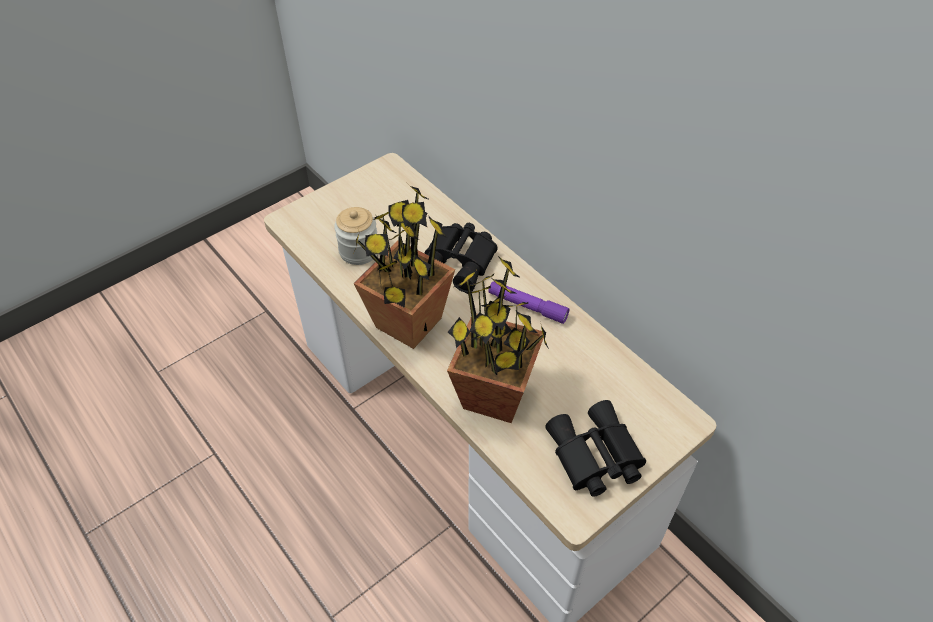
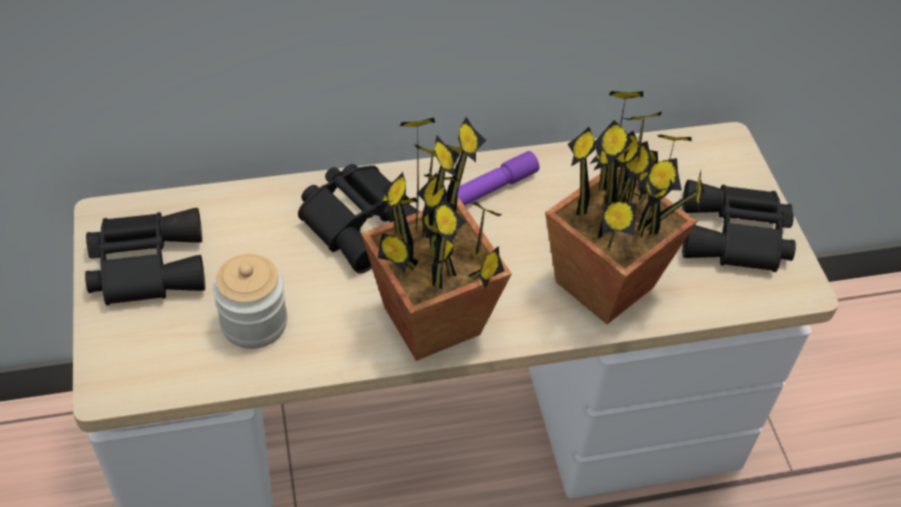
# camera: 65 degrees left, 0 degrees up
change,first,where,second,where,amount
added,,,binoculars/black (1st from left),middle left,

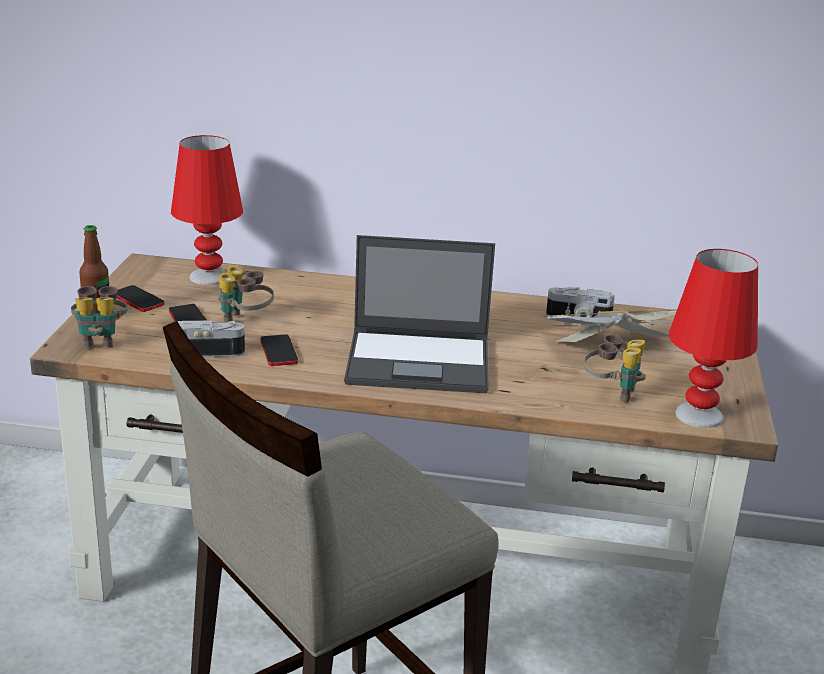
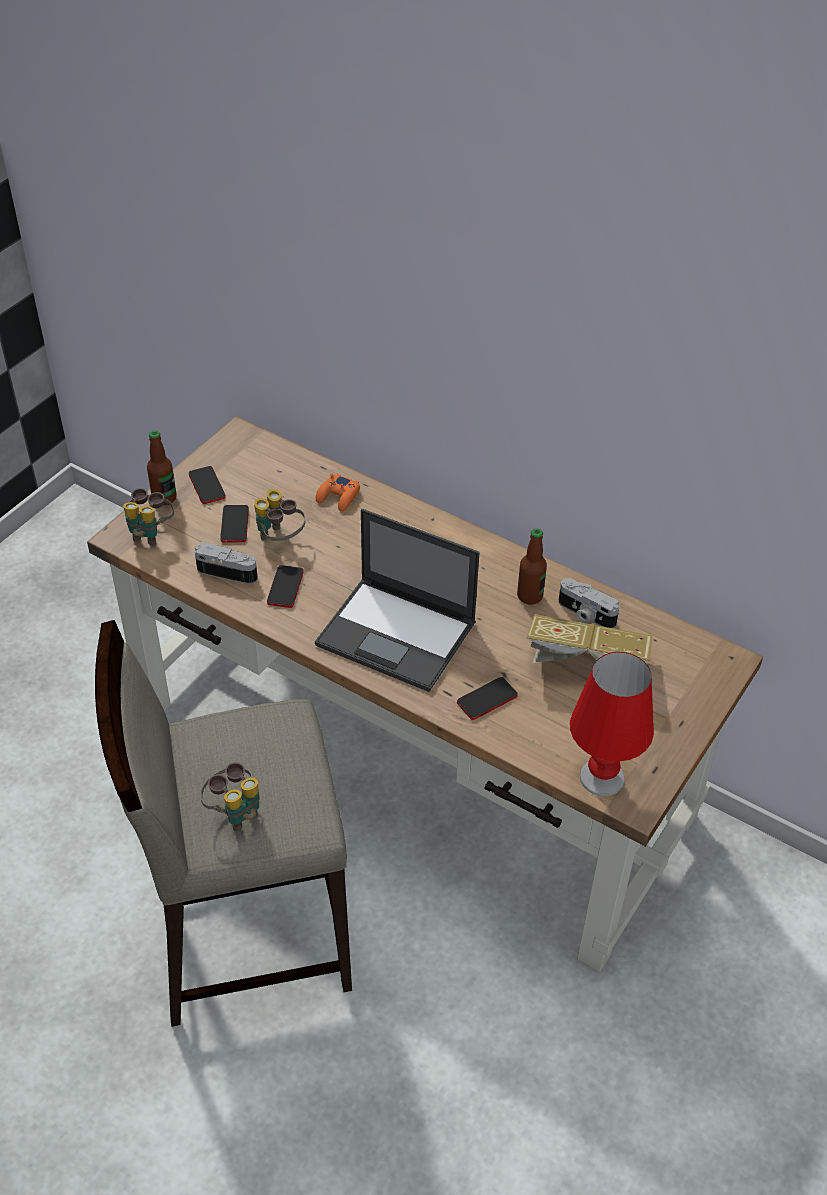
# camera: 25 degrees right, 20 degrees up
change,first,where,second,where,amount
removed,table lamp/red (1st from left),top left,,,
added,,,game controller/orange,centre,
added,,,phone (4th from left),centre,
added,,,bottle (2nd from left),centre,
moved,binoculars (3rd from left in the first image),middle right,binoculars (2nd from left),middle left,

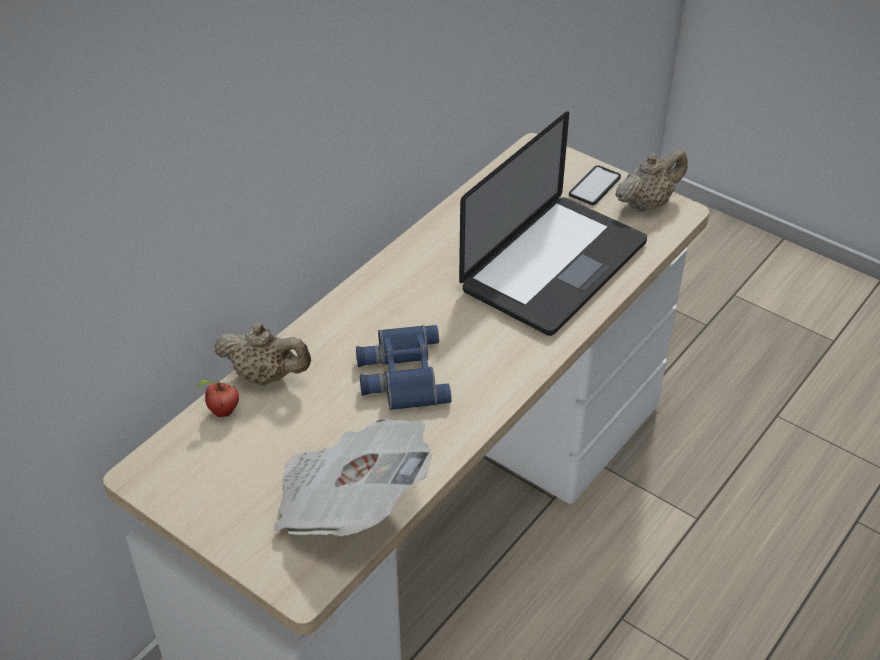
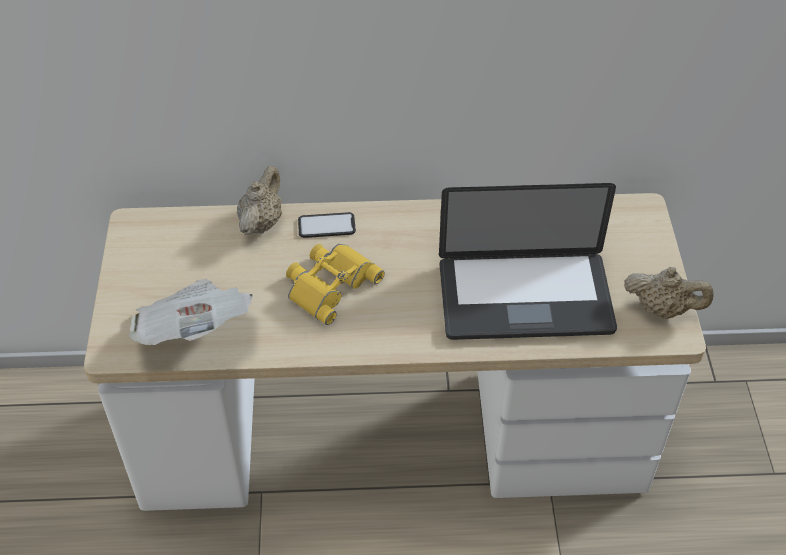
# camera: 50 degrees right, 5 degrees up
change,first,where,second,where,amount
removed,apple,middle left,,,
moved,phone,top right,,centre,
recoloured,binoculars/blue,centre,binoculars/yellow,centre,
turned,teapot/beige (1st from left),middle left,,middle left,135 degrees counterclockwise

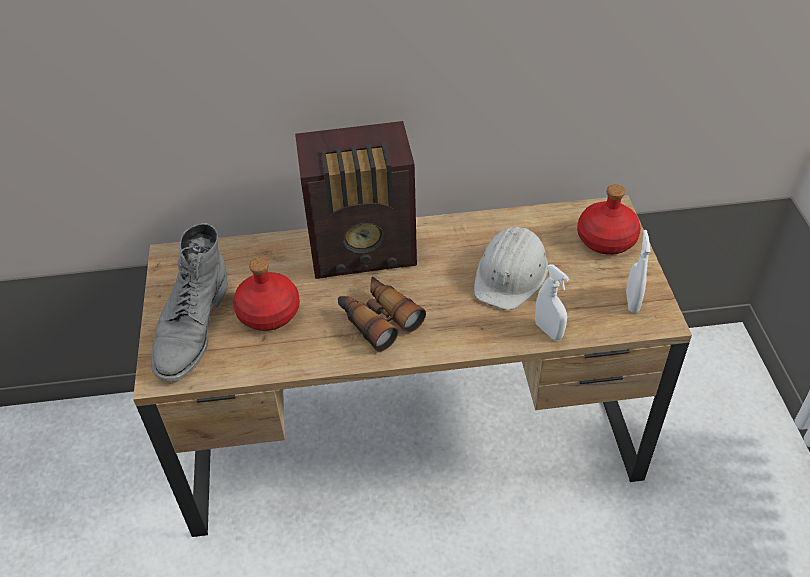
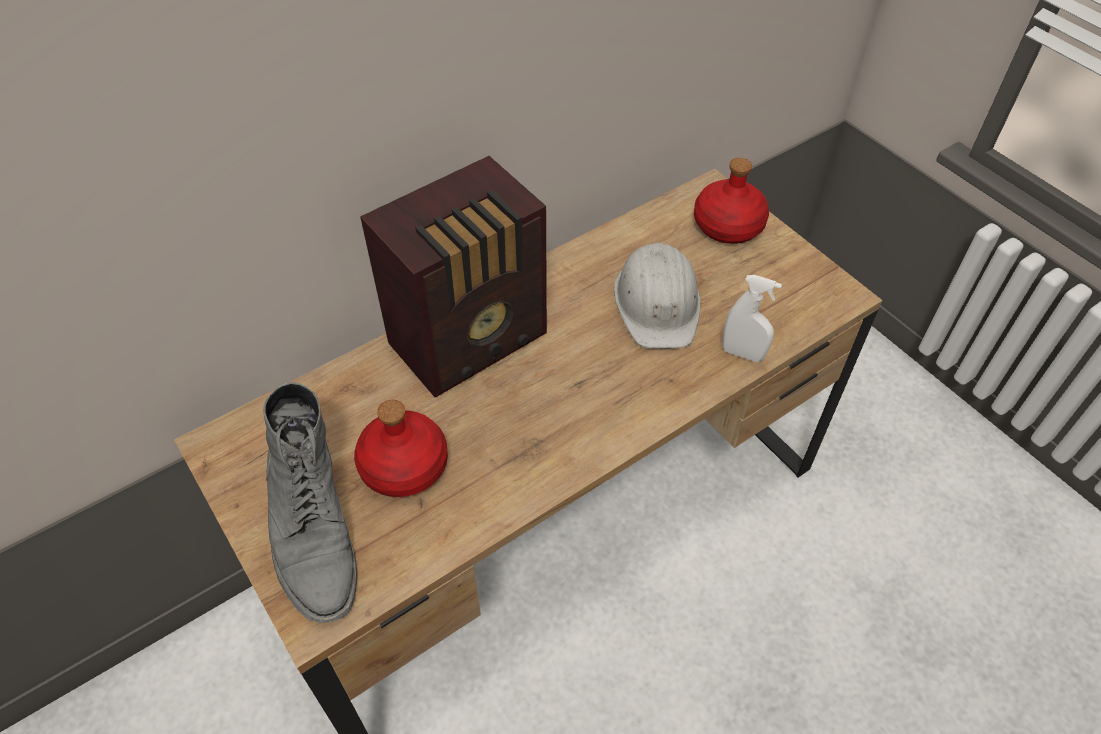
# camera: 30 degrees left, 5 degrees up
change,first,where,second,where,amount
removed,binoculars,centre,,,
removed,spray bottle/white (2nd from left),middle right,,,

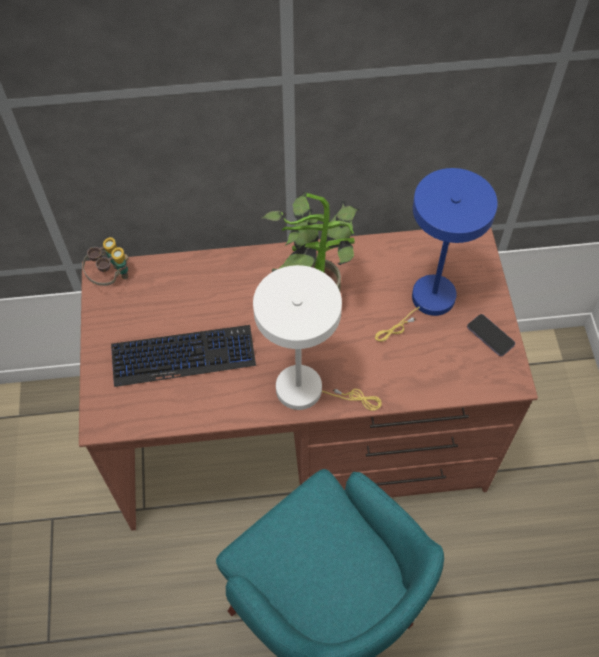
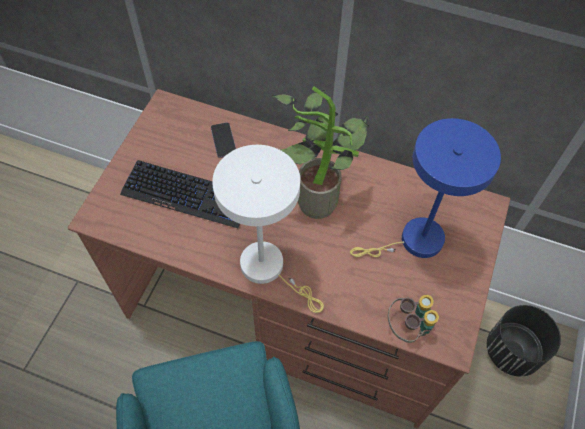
# camera: 25 degrees right, 0 degrees up
change,first,where,second,where,amount
added,,,planter/black,bottom right,
moved,binoculars,middle left,,bottom right,
moved,phone,middle right,,top centre,

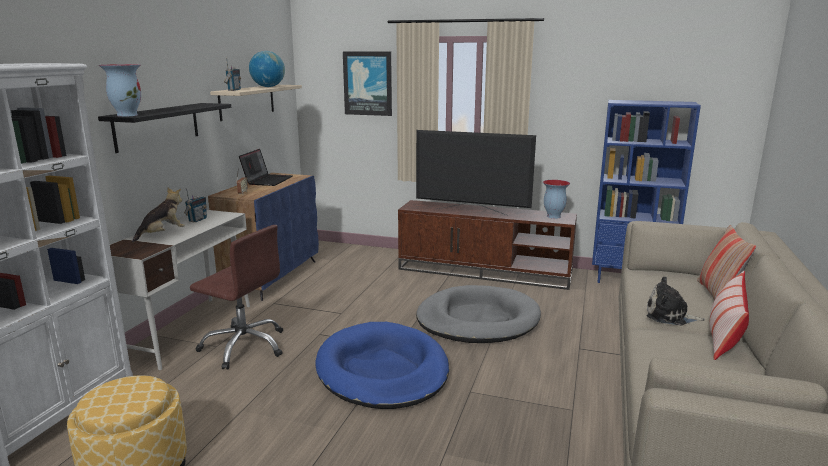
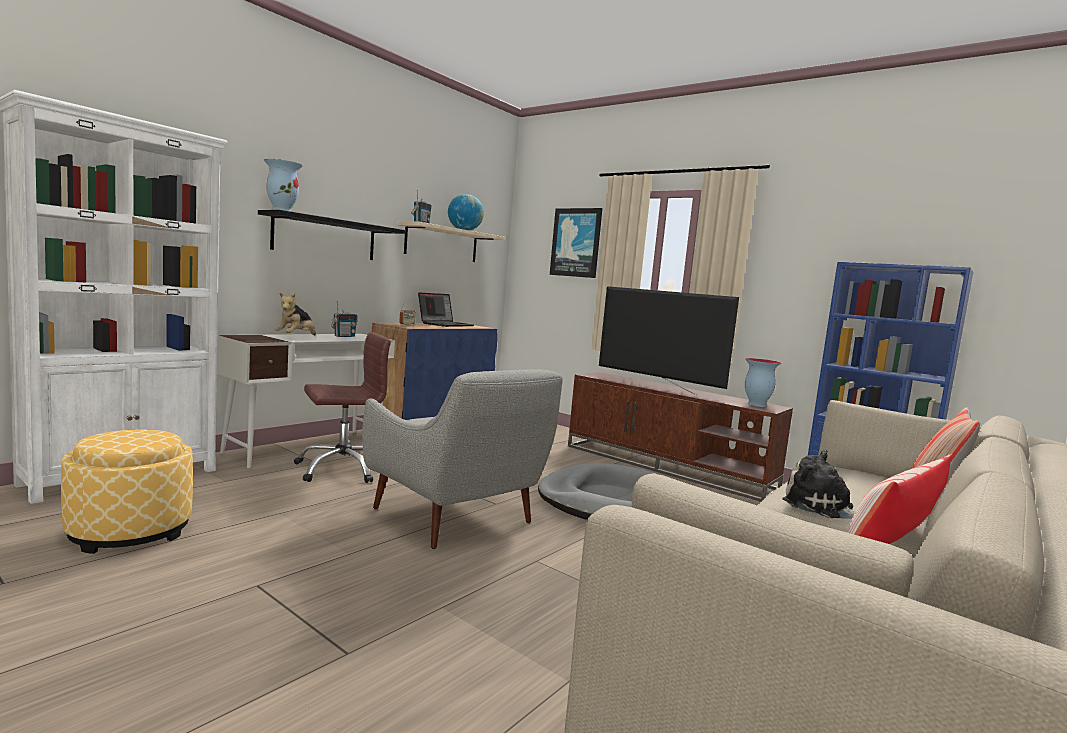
# camera: 20 degrees right, 10 degrees down
change,first,where,second,where,amount
replaced,dog bed/blue,bottom centre,armchair/grey,centre,
turned,plush toy (1st from left),middle left,,middle left,135 degrees clockwise
turned,office chair/brown,middle left,,middle left,75 degrees counterclockwise

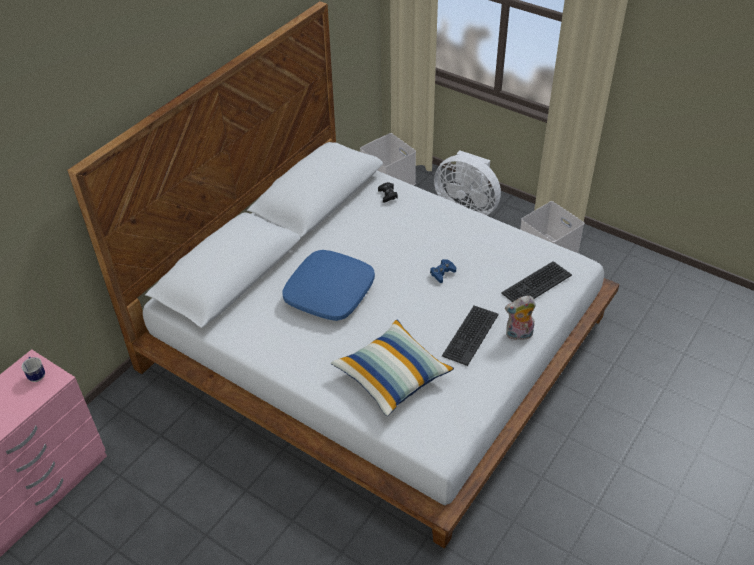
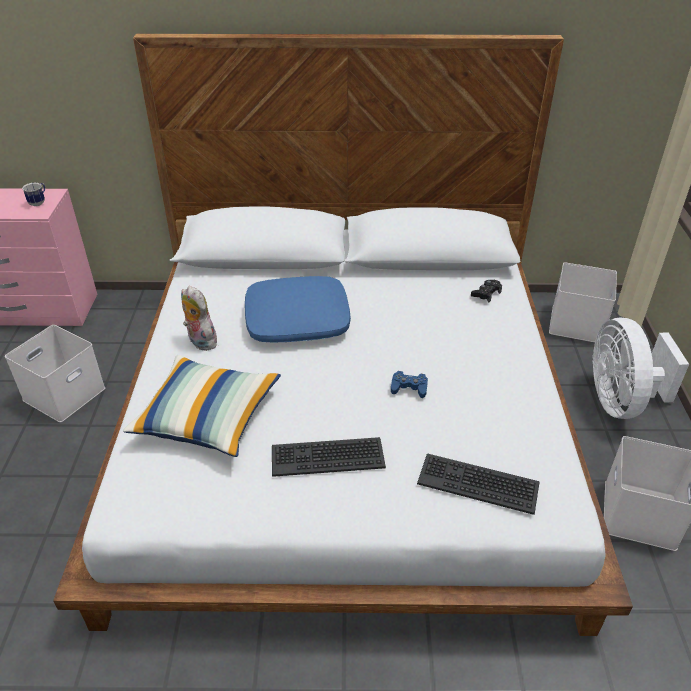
# camera: 55 degrees right, 5 degrees down
change,first,where,second,where,amount
added,,,storage box/white (1st from left),middle left,
moved,plush toy,middle right,,middle left,

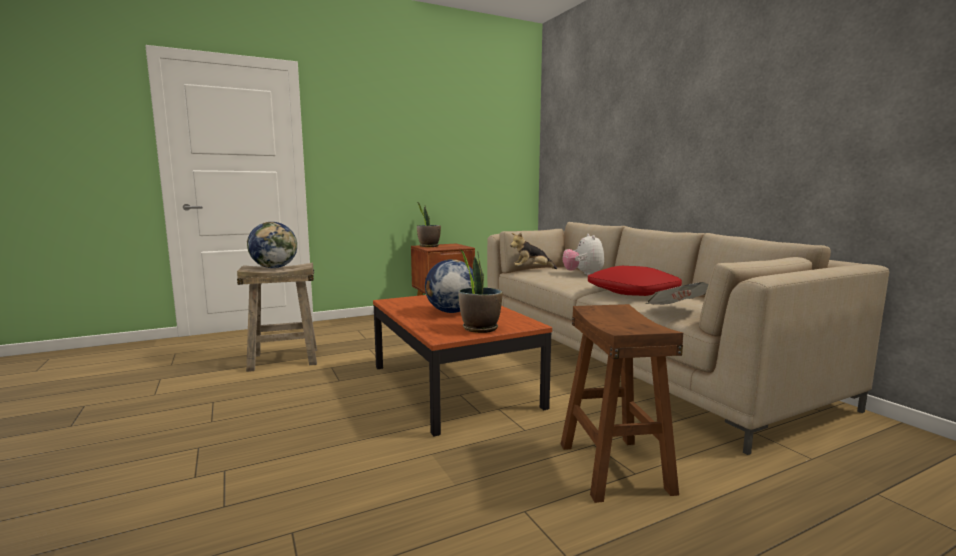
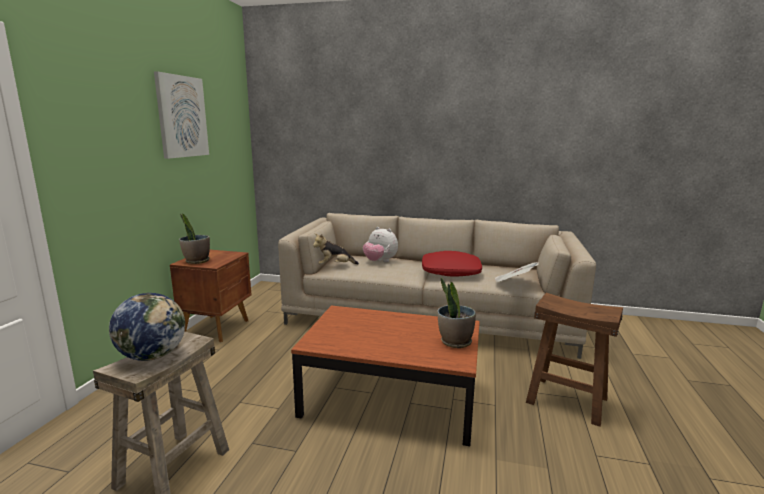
# camera: 50 degrees left, 5 degrees up
change,first,where,second,where,amount
removed,globe (2nd from left),centre,,,
added,,,picture,top left,
turned,plush toy (1st from left),centre,,centre,45 degrees clockwise

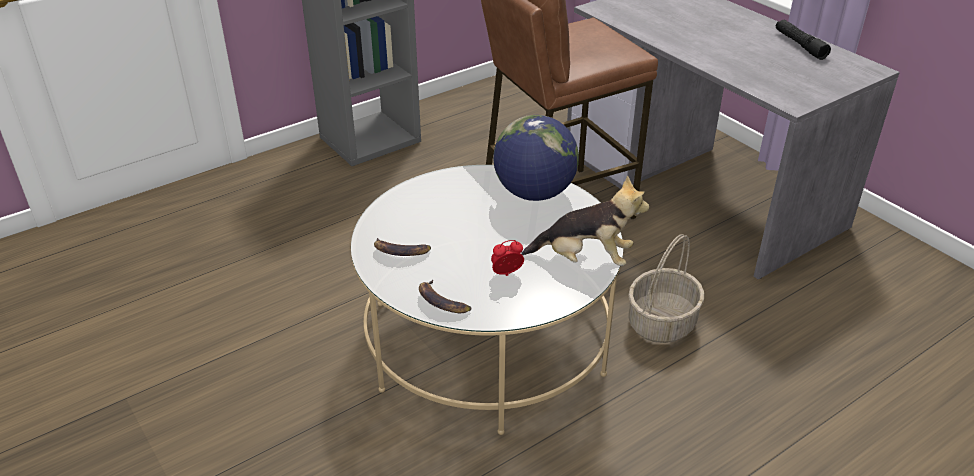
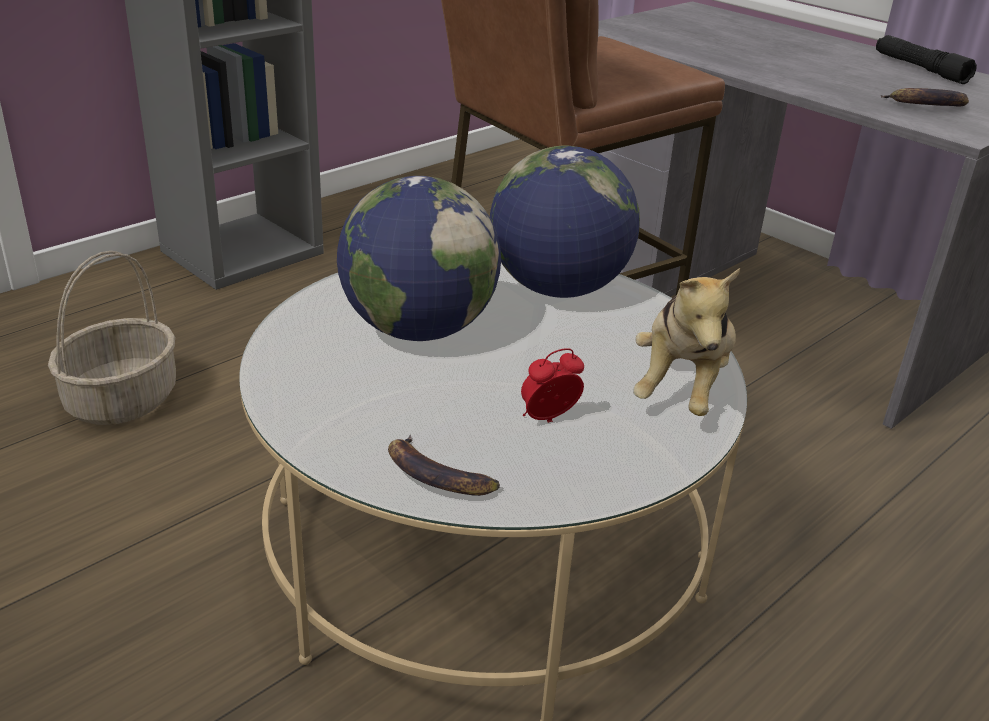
# camera: 10 degrees left, 5 degrees down
change,first,where,second,where,amount
added,,,globe (1st from left),centre,
moved,banana (1st from left in the first image),centre,banana (2nd from left),top right,
moved,basket,middle right,,middle left,
turned,plush toy,centre,,middle right,105 degrees clockwise

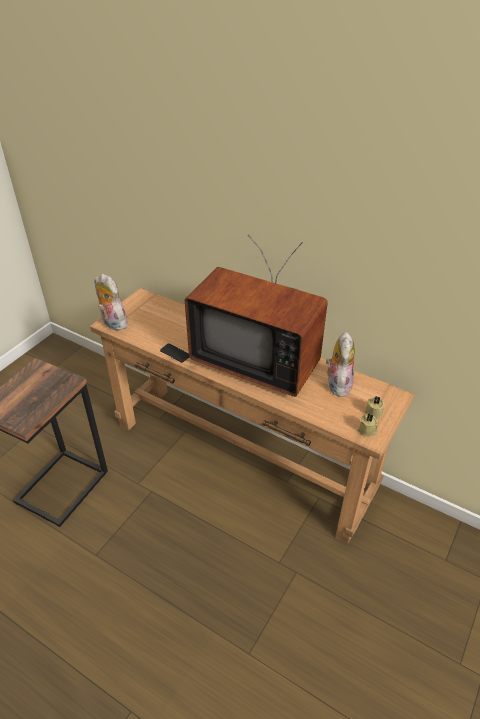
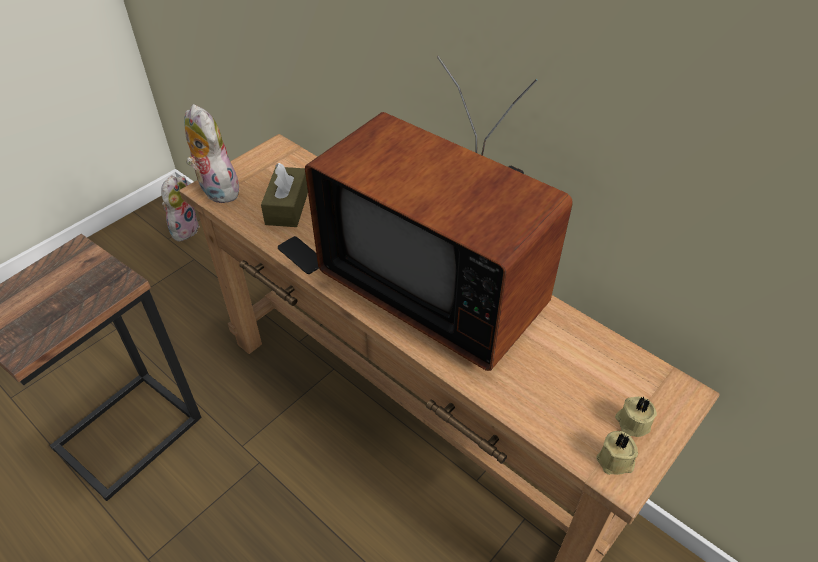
# camera: 10 degrees right, 5 degrees up
change,first,where,second,where,amount
added,,,tissue box/brown,centre,
moved,plush toy (2nd from left in the first image),middle right,plush toy (1st from left),middle left,

